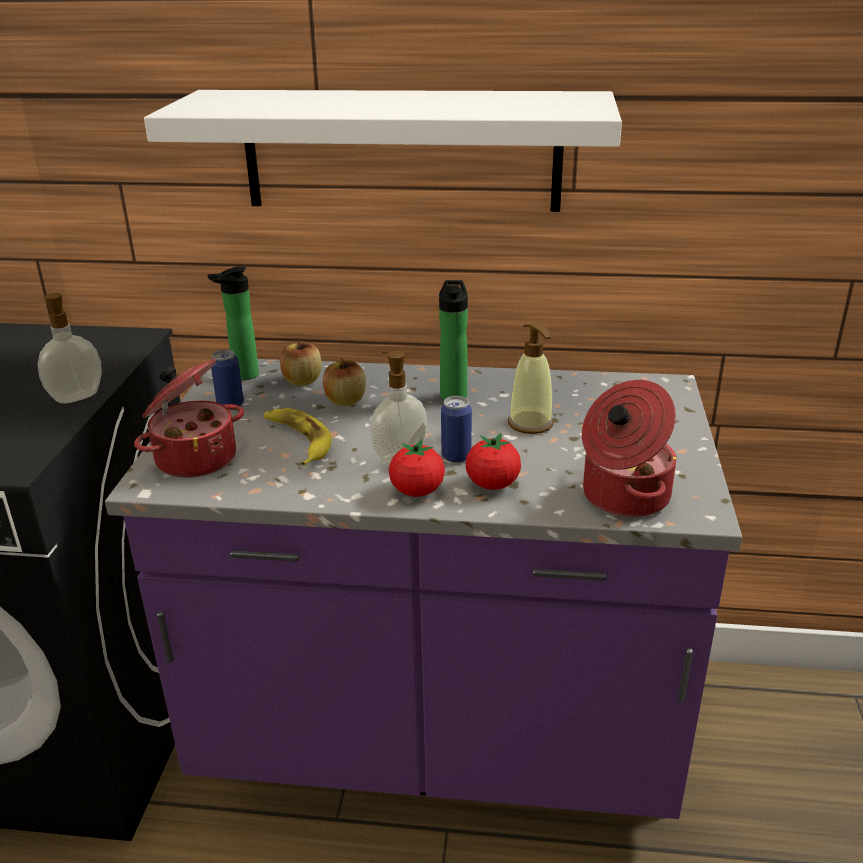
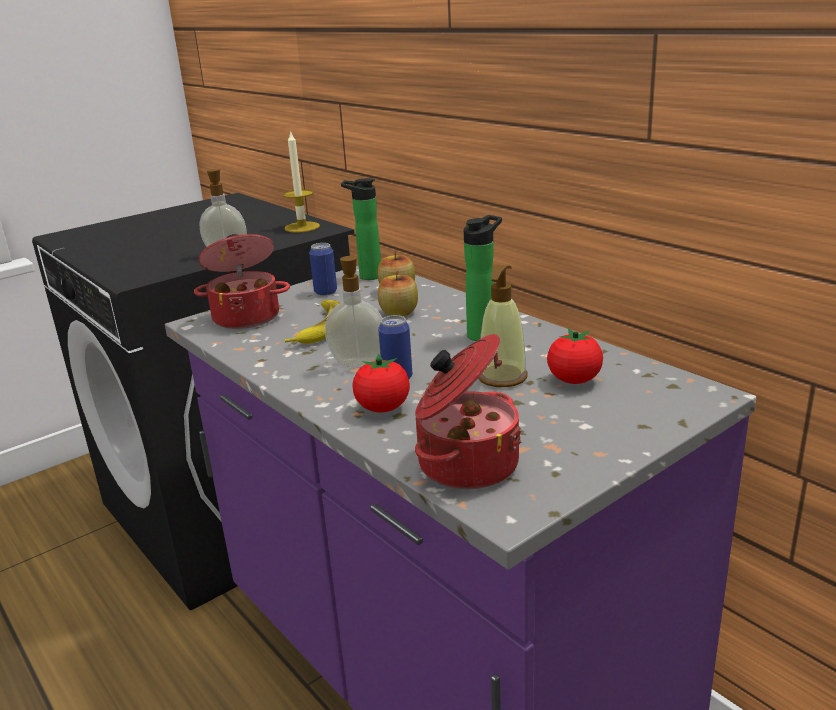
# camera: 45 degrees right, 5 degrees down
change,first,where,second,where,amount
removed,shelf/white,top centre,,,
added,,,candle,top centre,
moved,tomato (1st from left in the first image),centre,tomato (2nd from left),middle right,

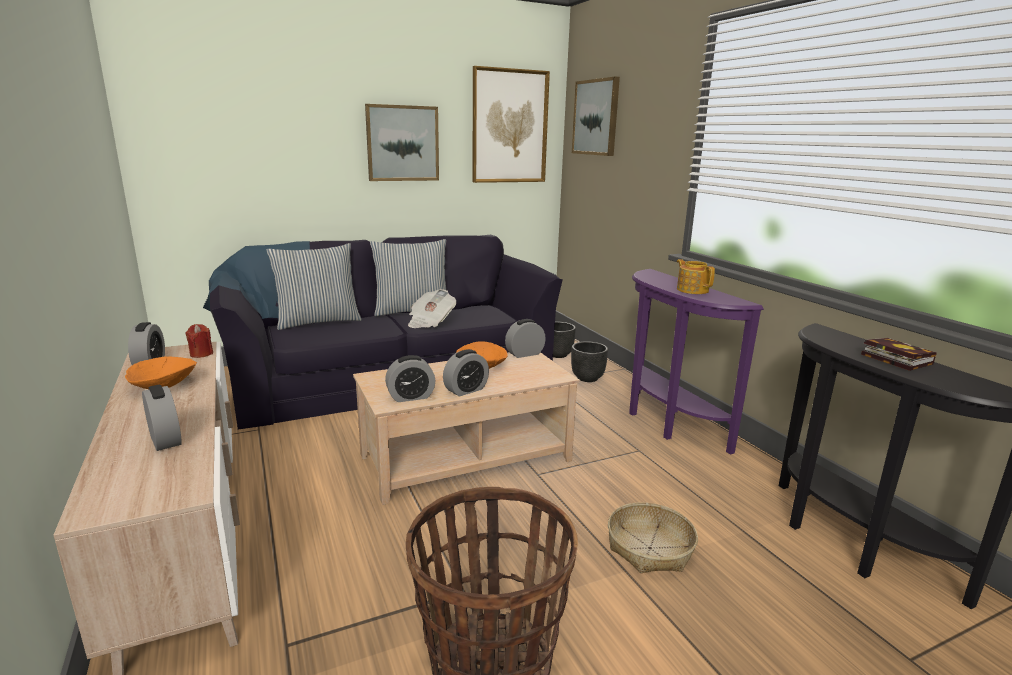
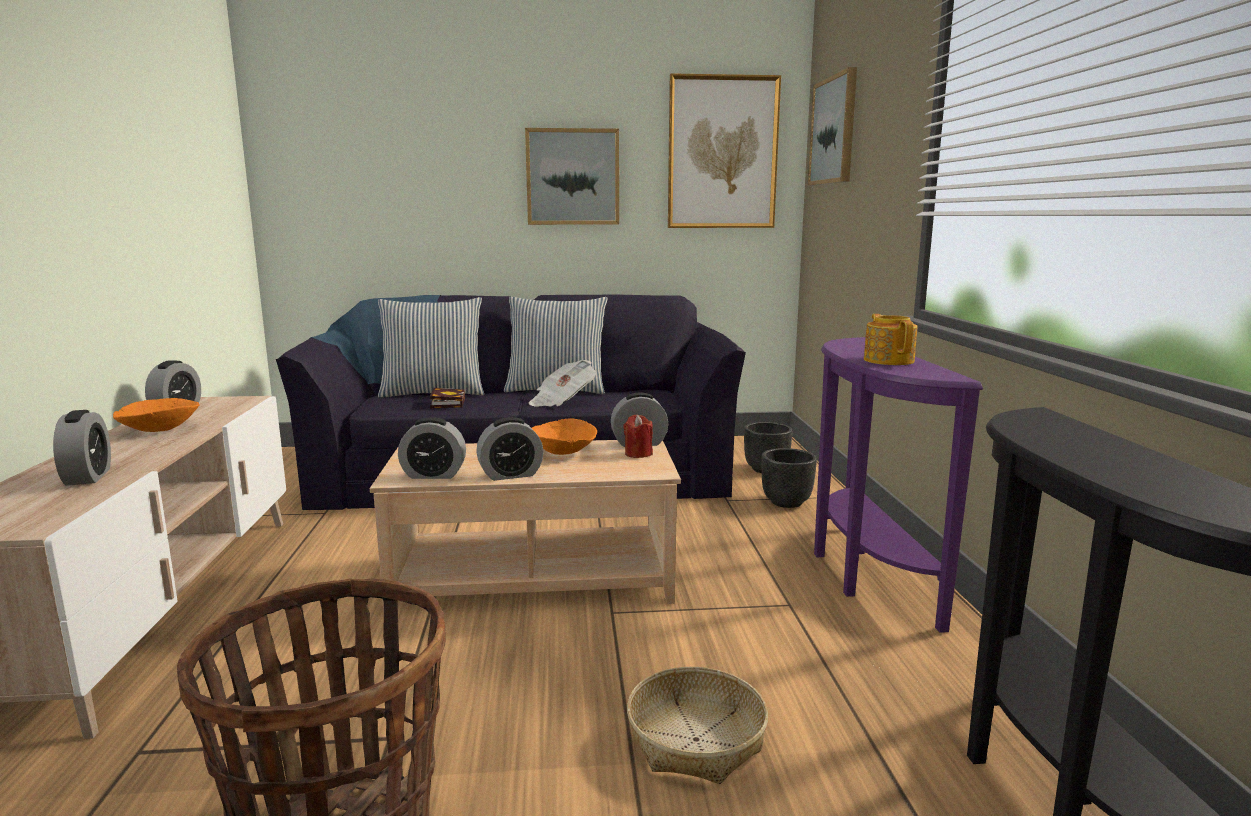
# camera: 20 degrees right, 5 degrees down
change,first,where,second,where,amount
moved,candle/red,middle left,,centre,
moved,book,middle right,,centre,

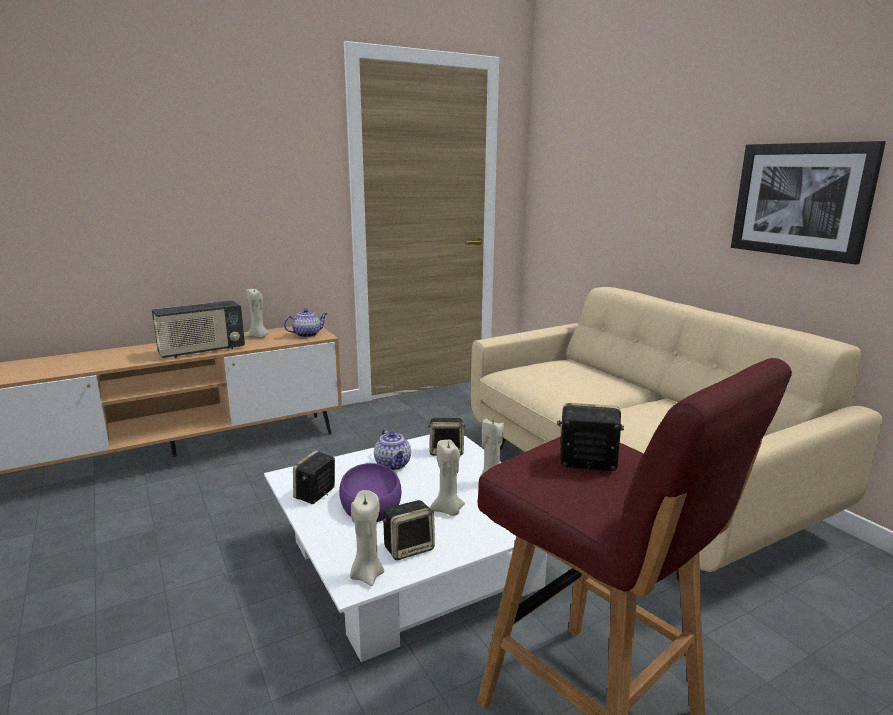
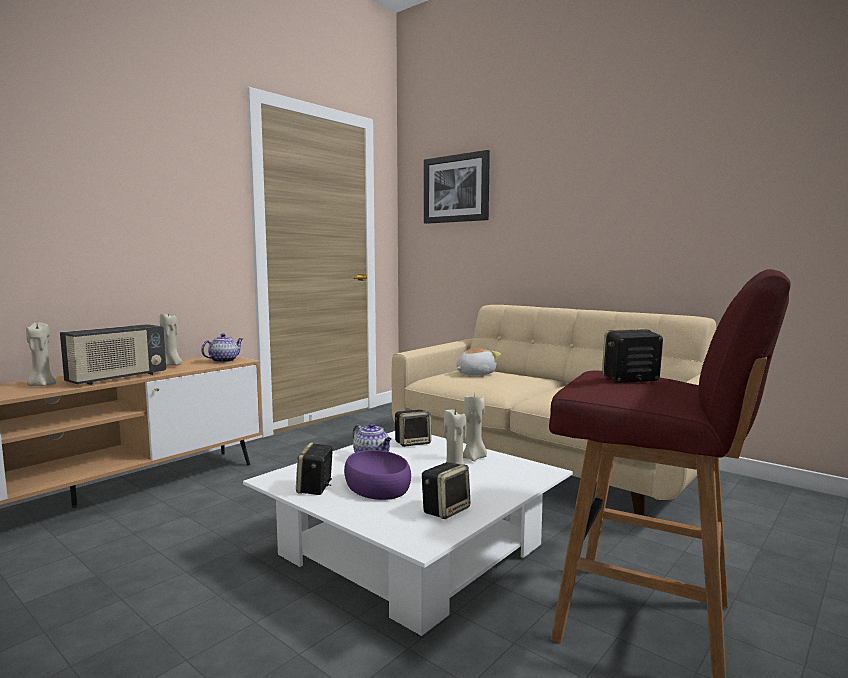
# camera: 20 degrees left, 10 degrees down
change,first,where,second,where,amount
added,,,plush toy,centre,
moved,candle/beige (2nd from left in the first image),bottom centre,candle/beige (1st from left),middle left,
moved,picture,top right,,top centre,

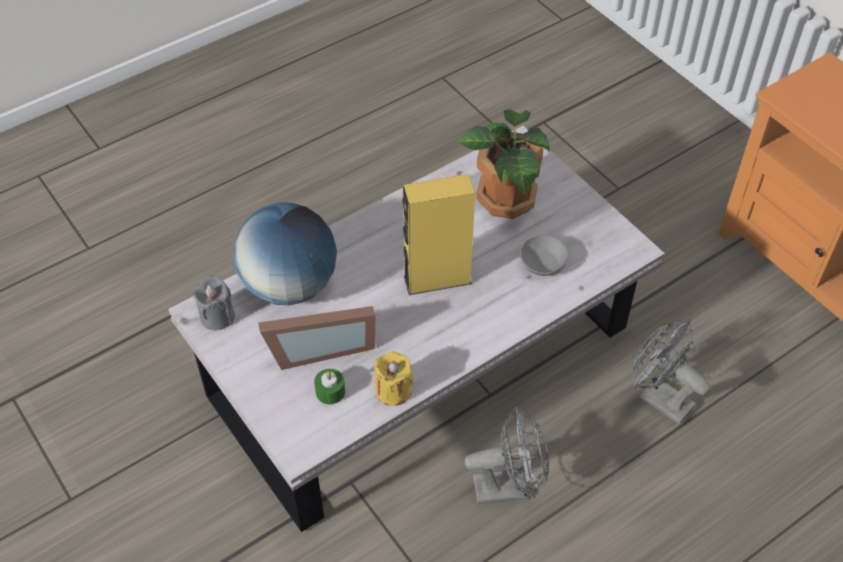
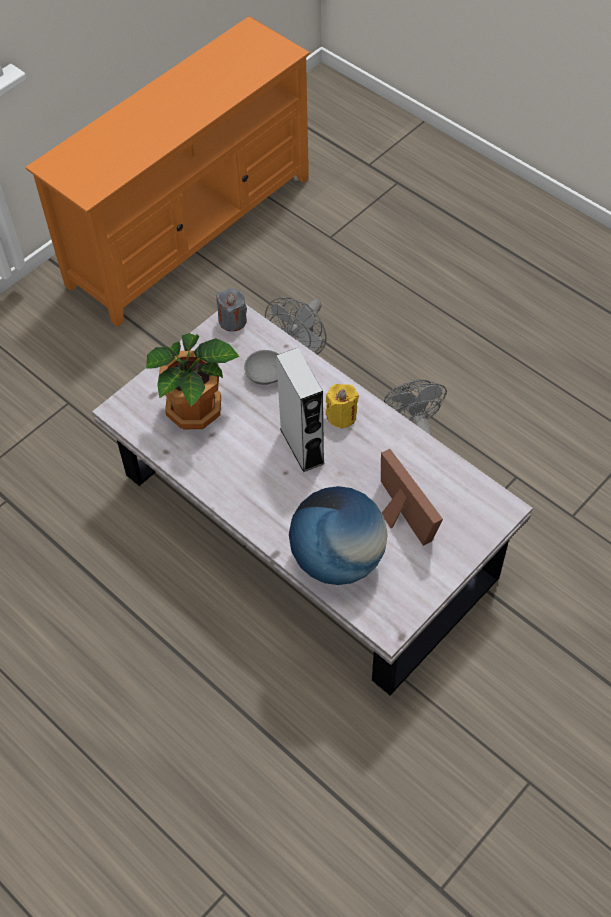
# camera: 100 degrees left, 5 degrees up
change,first,where,second,where,amount
removed,candle/green,bottom centre,,,
moved,candle/grey,middle left,,centre,
moved,candle/yellow,bottom centre,,centre,
recoloured,speaker/yellow,centre,speaker/grey,centre,

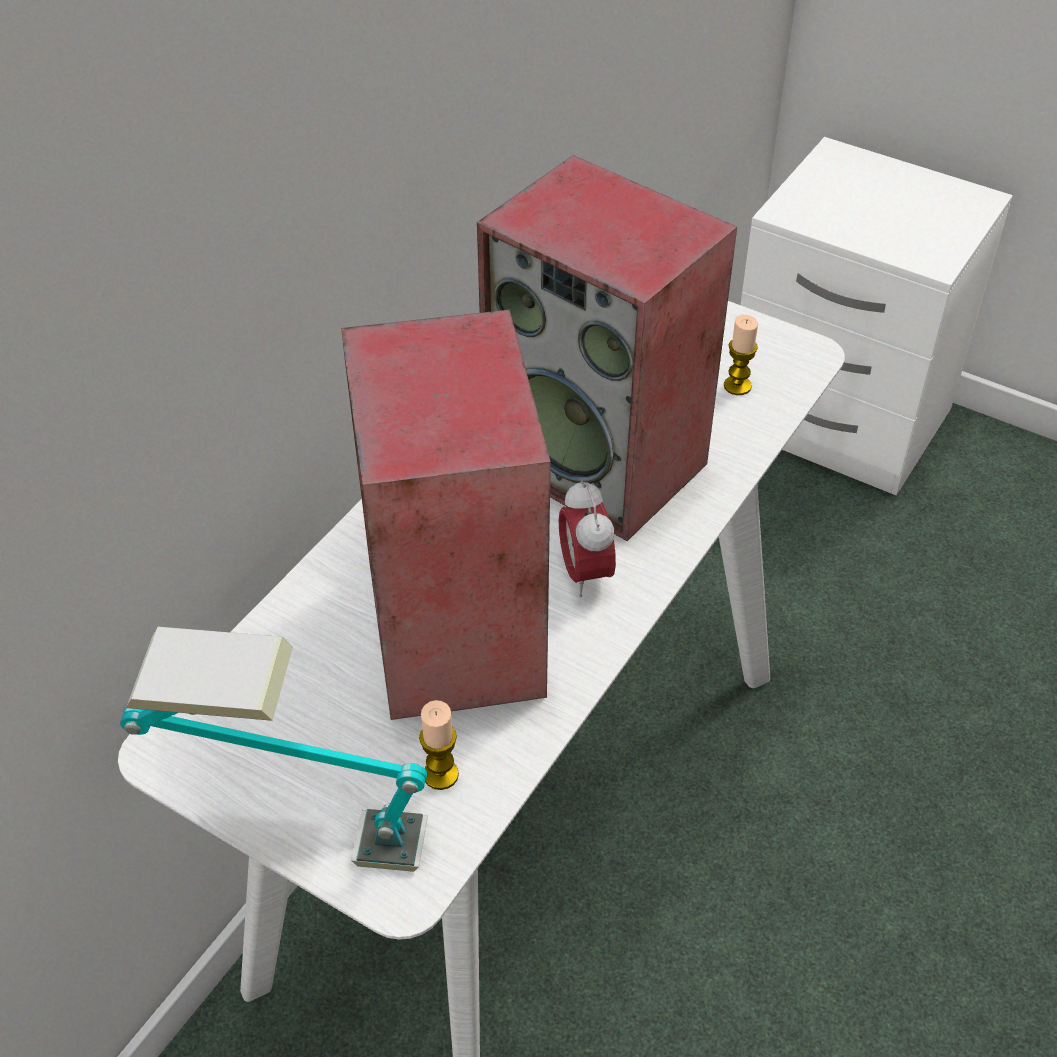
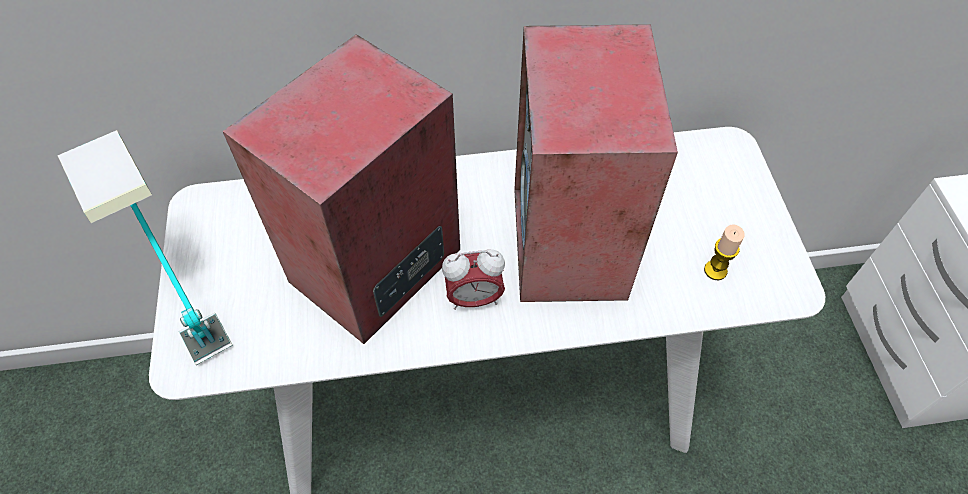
# camera: 50 degrees right, 10 degrees up
change,first,where,second,where,amount
removed,candle (1st from left),bottom centre,,,
turned,alarm clock,centre,,centre,135 degrees counterclockwise

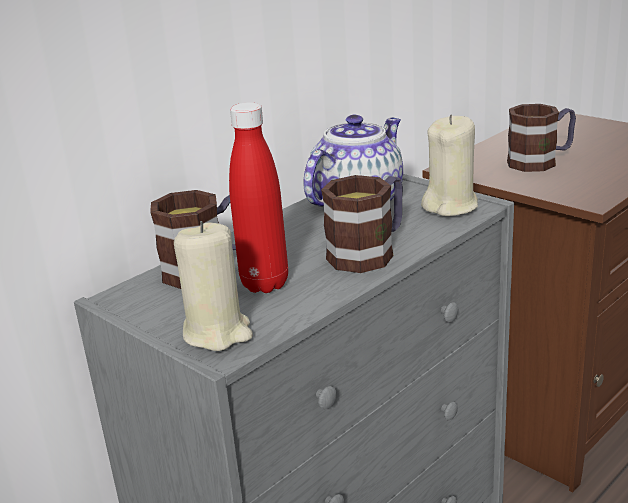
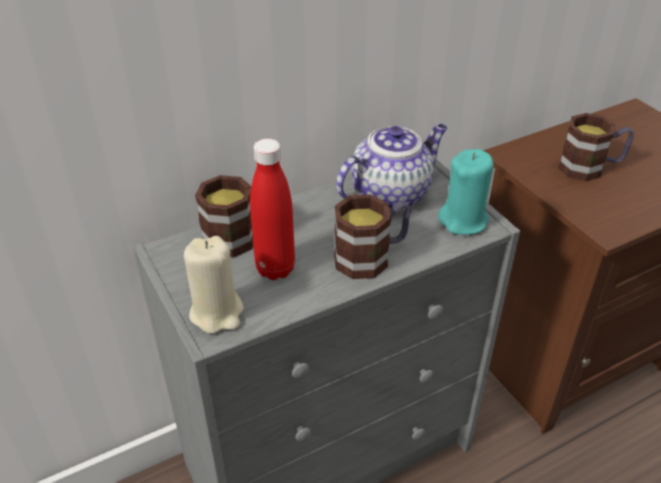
# camera: 15 degrees right, 15 degrees up
change,first,where,second,where,amount
recoloured,candle/beige (2nd from left),top right,candle/turquoise,middle right,

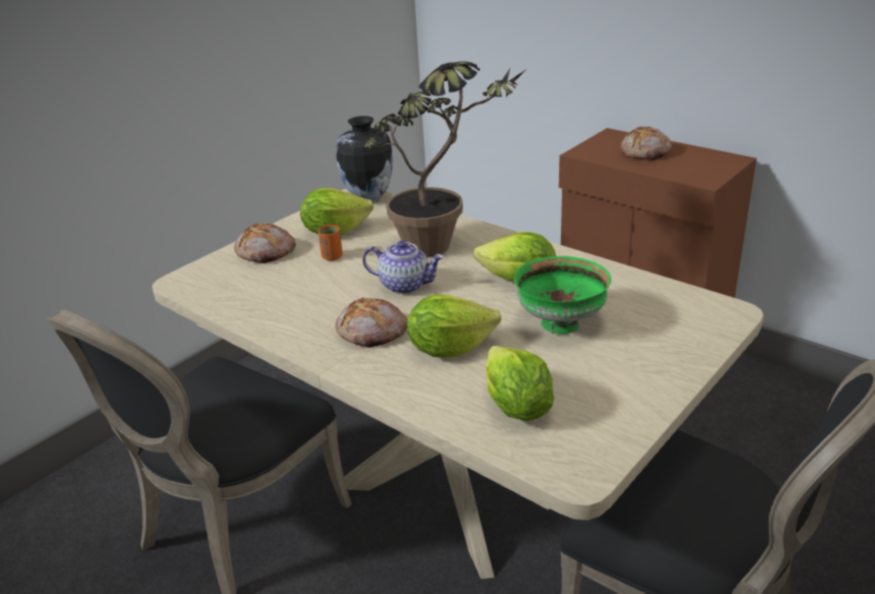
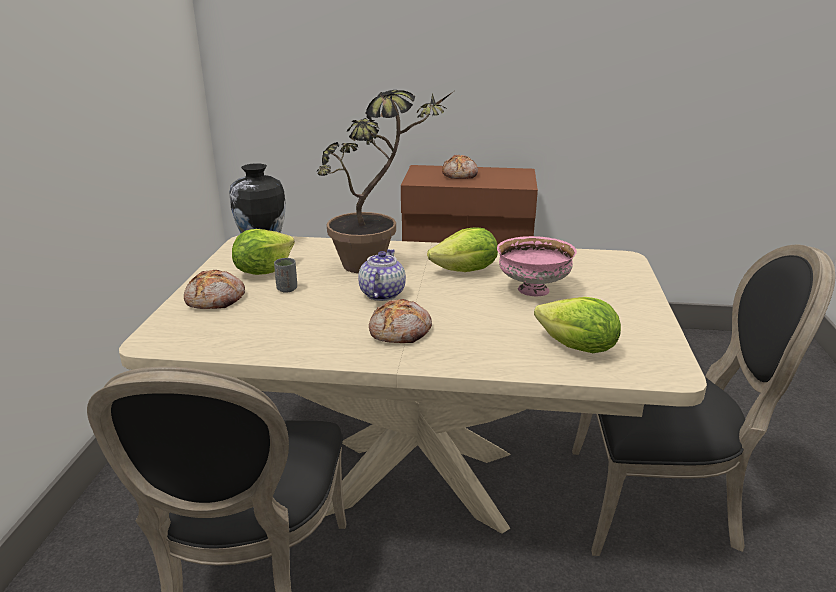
# camera: 35 degrees left, 5 degrees down
change,first,where,second,where,amount
removed,lettuce (2nd from left),centre,,,
recoloured,cup/orange,centre,cup/grey,centre,
recoloured,bowl/green,centre,bowl/pink,centre,
turned,teapot,centre,,centre,60 degrees counterclockwise

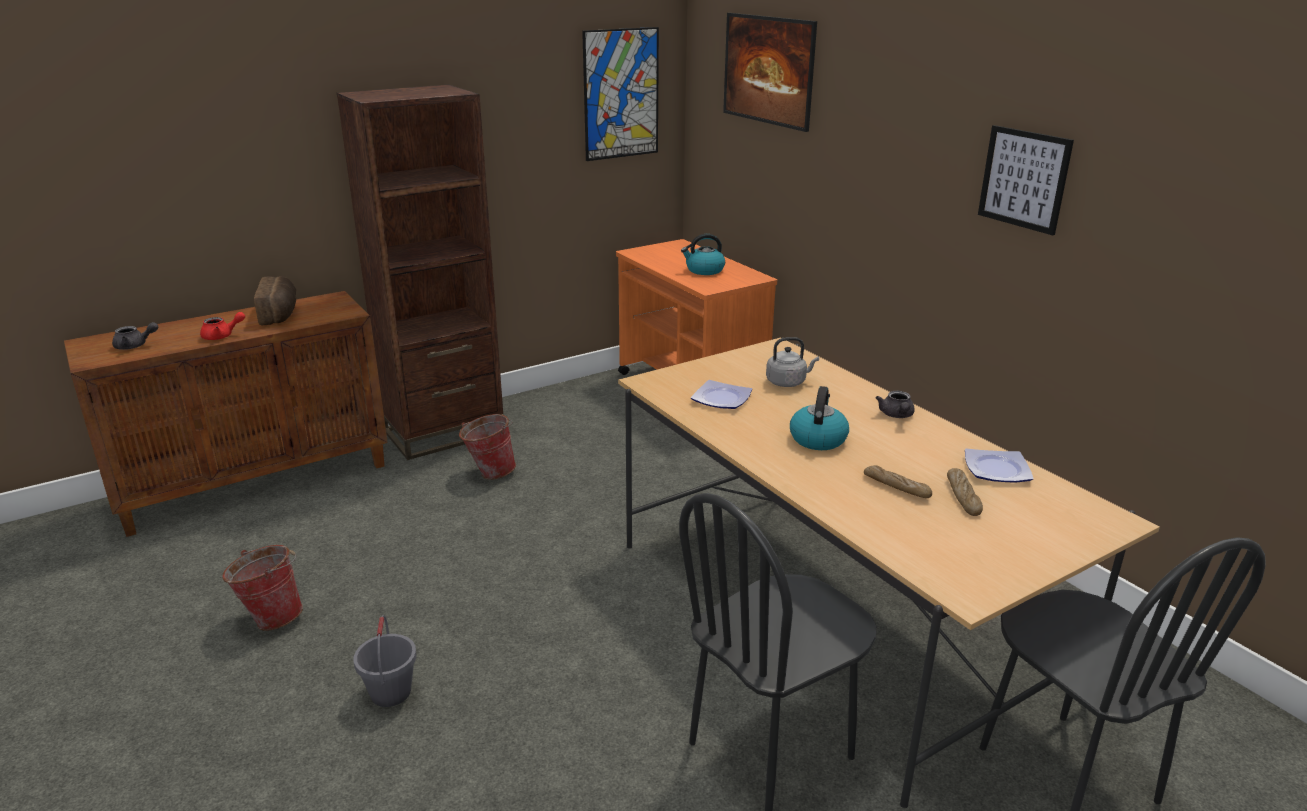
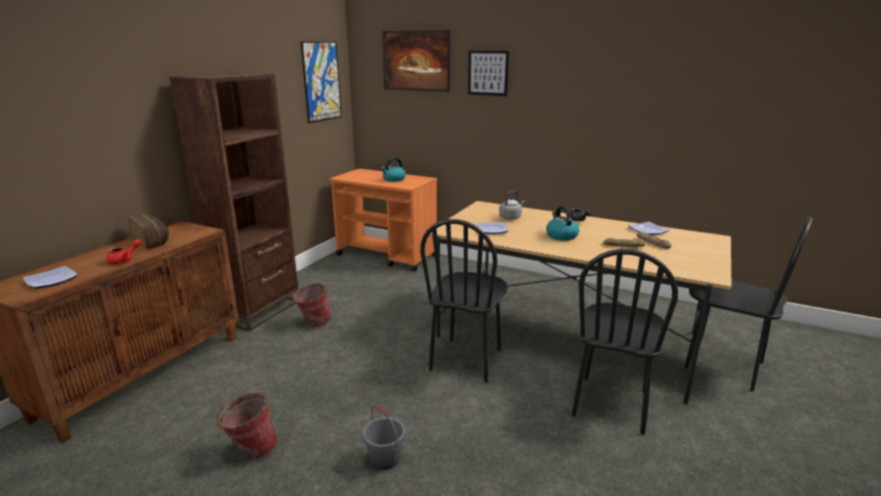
# camera: 30 degrees left, 5 degrees down
change,first,where,second,where,amount
added,,,chair/black (1st from left),centre,
moved,picture (3rd from left),top right,,top centre,
replaced,teapot/grey (1st from left),middle left,plate (1st from left),middle left,

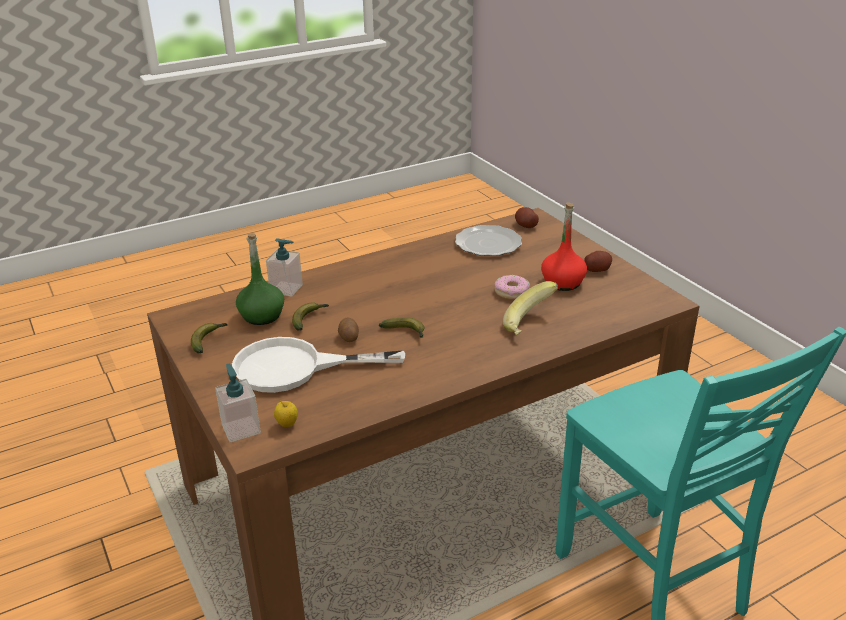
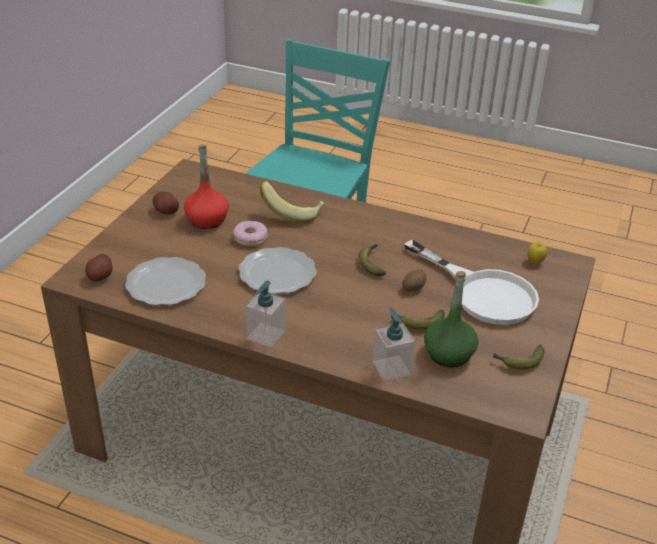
# camera: 130 degrees left, 5 degrees up
change,first,where,second,where,amount
added,,,plate (2nd from left),centre,
moved,soap dispenser (1st from left),middle left,,centre,

